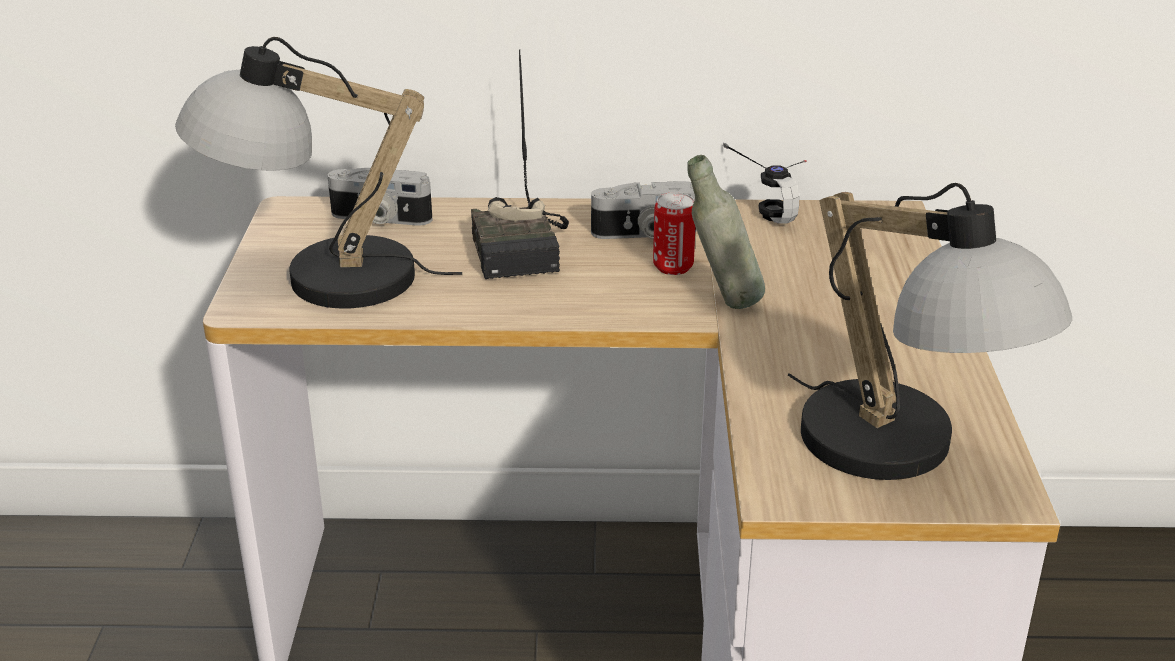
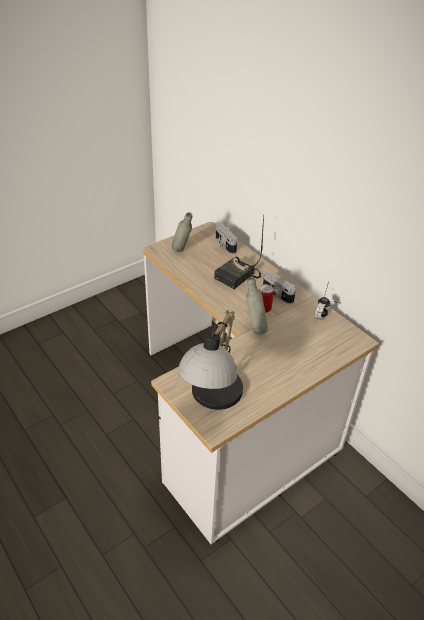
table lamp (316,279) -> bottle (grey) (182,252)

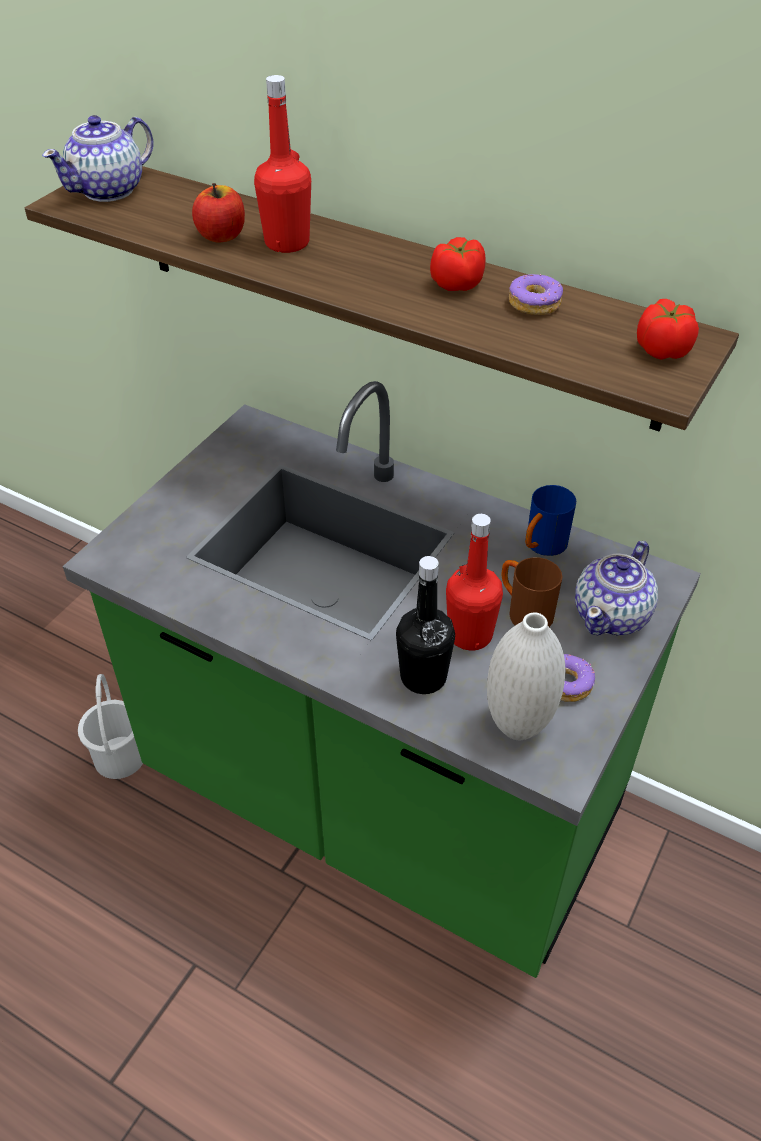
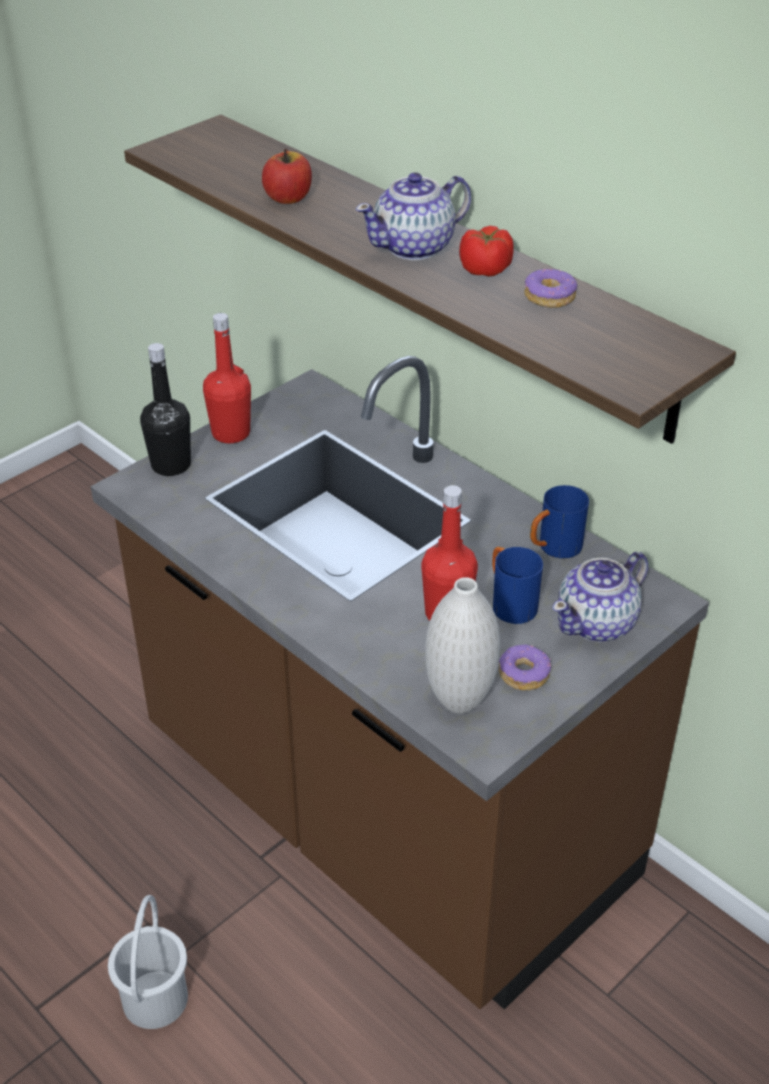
counter (green) (380,799) -> counter (brown) (384,812)
bucket (white) (120,756) -> bucket (white) (156,998), relocated
bottle (black) (423,677) -> bottle (black) (171,465), relocated
bottle (red) (287,243) -> bottle (red) (231,433), relocated
teapot (109,190) -> teapot (415,247), relocated
mug (brown) (523,611) -> mug (blue) (509,603)
tomato (662,350) -> none

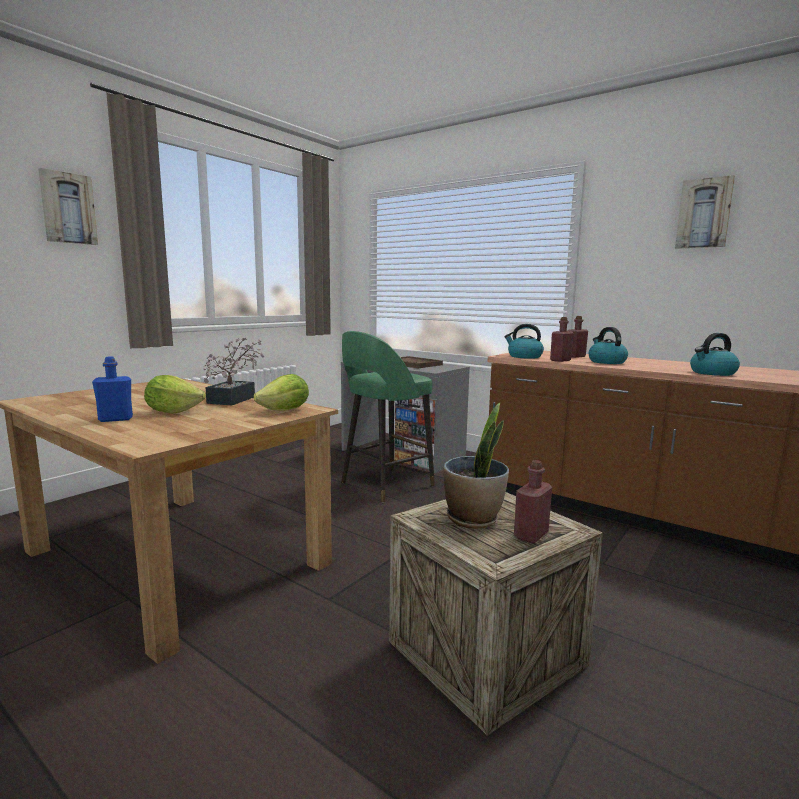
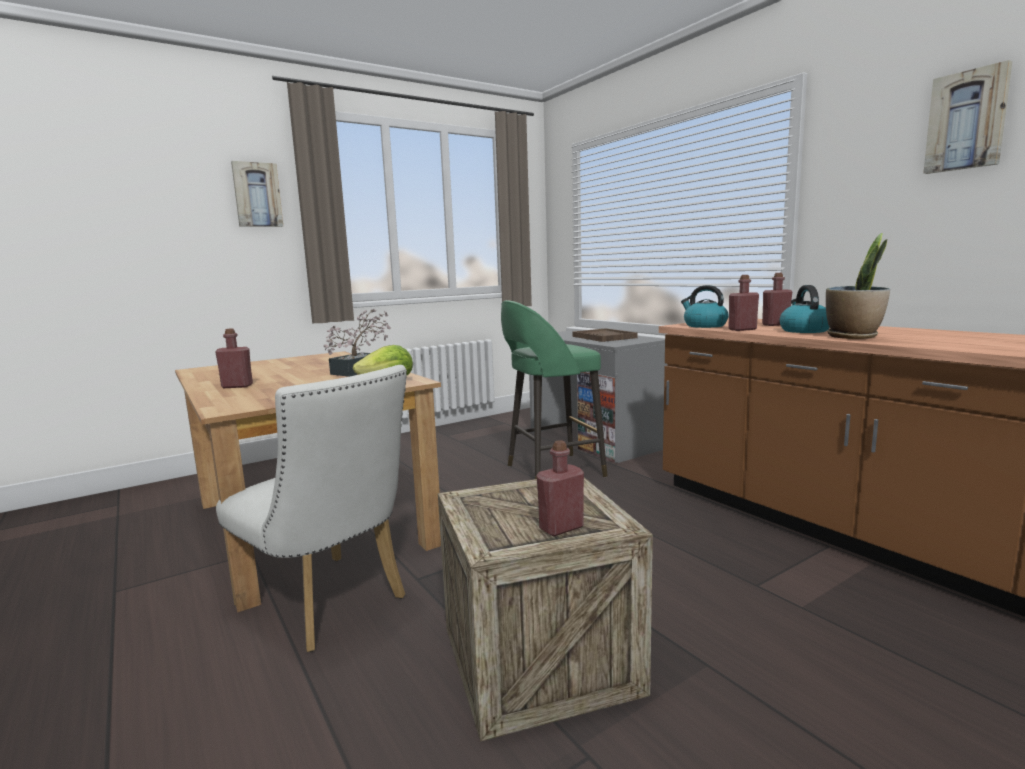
bottle (blue) (115,419) -> bottle (red) (237,386)
none -> chair (white) (330,605)
potted plant (473,519) -> potted plant (853,336), relocated
lettuce (173,411) -> none
kettle (712,373) -> none

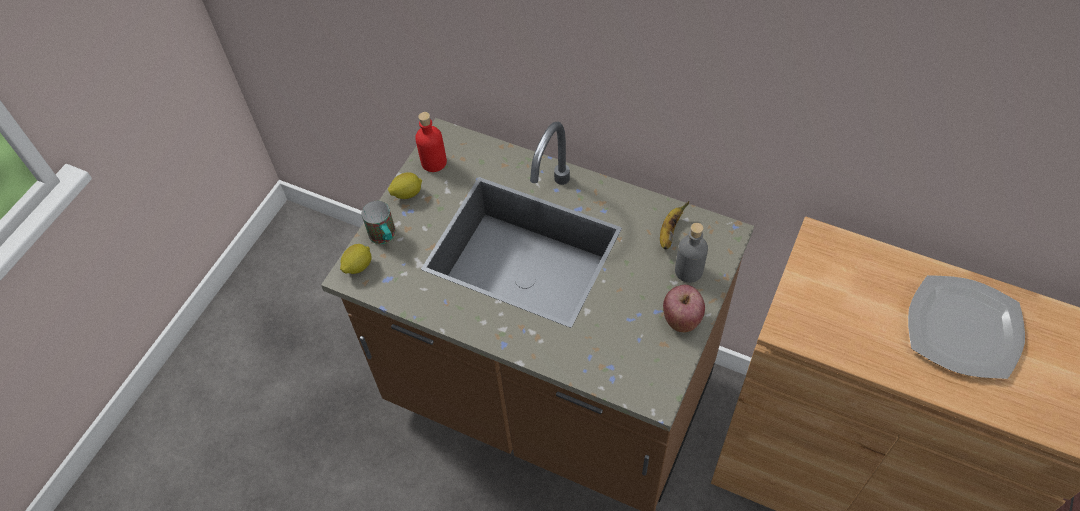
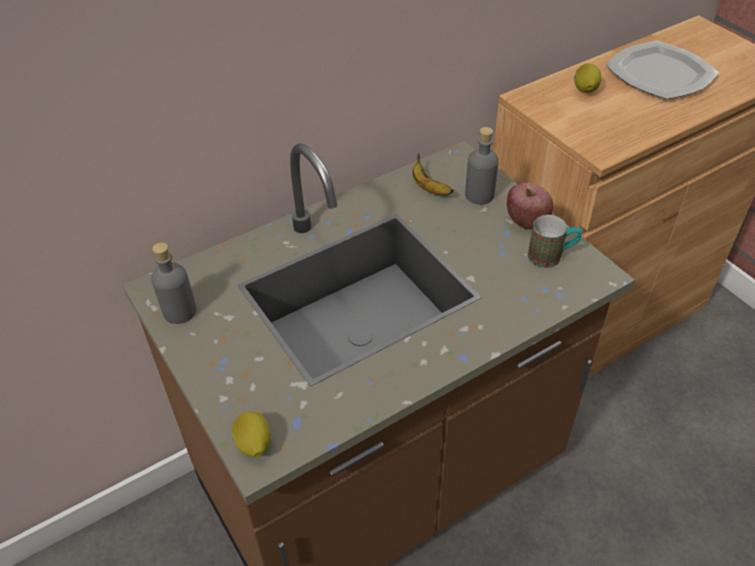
bottle (red) (433,162) -> bottle (grey) (179,311)
mug (385,237) -> mug (551,257), relocated
lemon (407,193) -> lemon (585,90), relocated

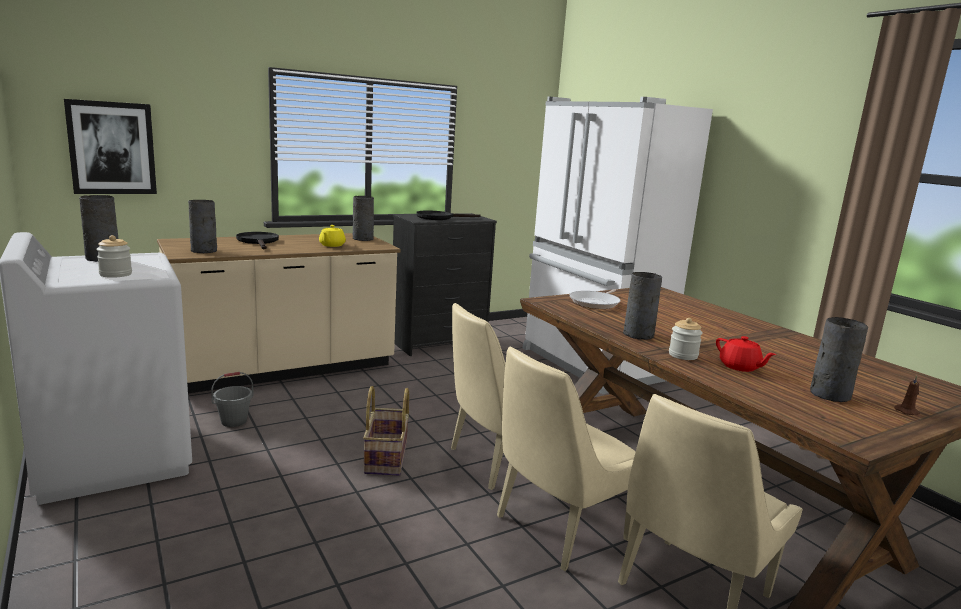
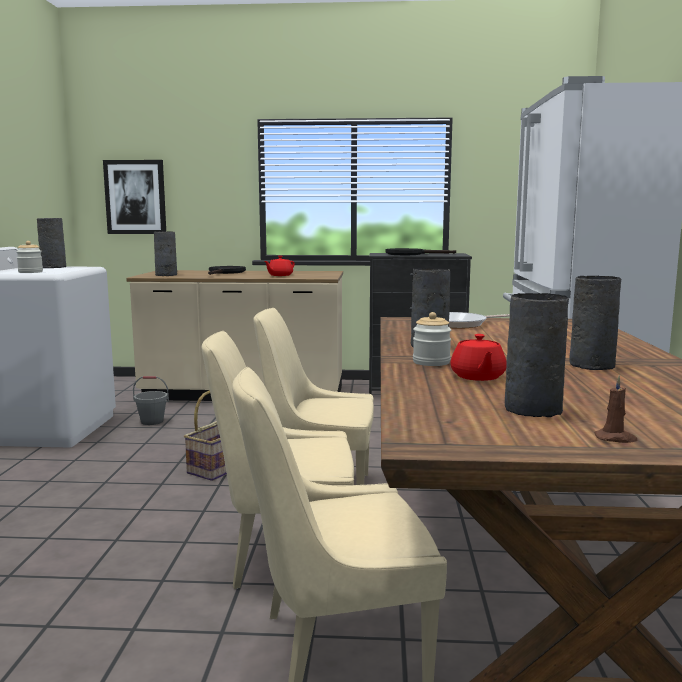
teapot (yellow) (331,245) -> teapot (red) (279,275)
vase (grey) (363,239) -> vase (grey) (593,365), relocated

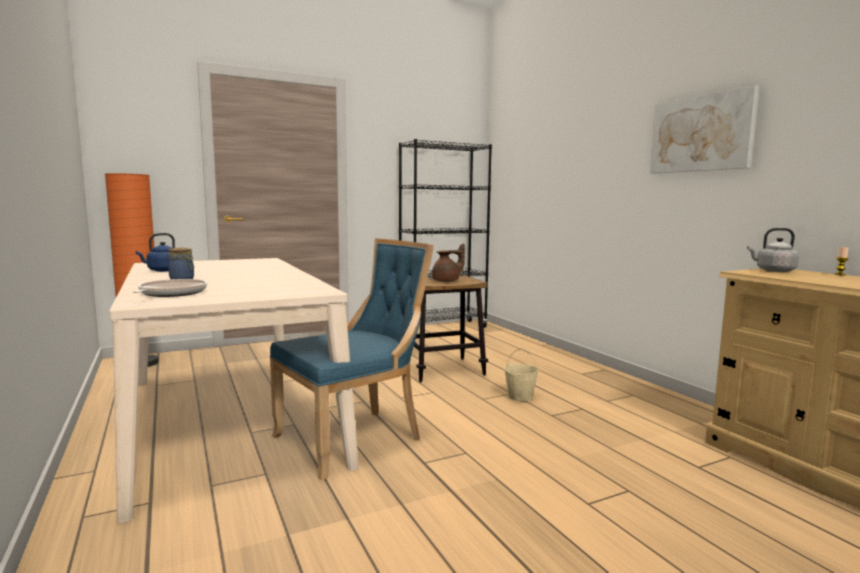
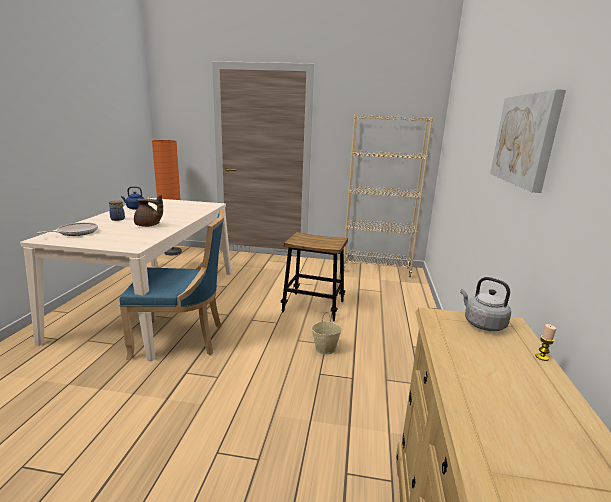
teapot (brown) (447,281) -> teapot (brown) (148,225), relocated
bookcase (black) (443,328) -> bookcase (beige) (376,269)

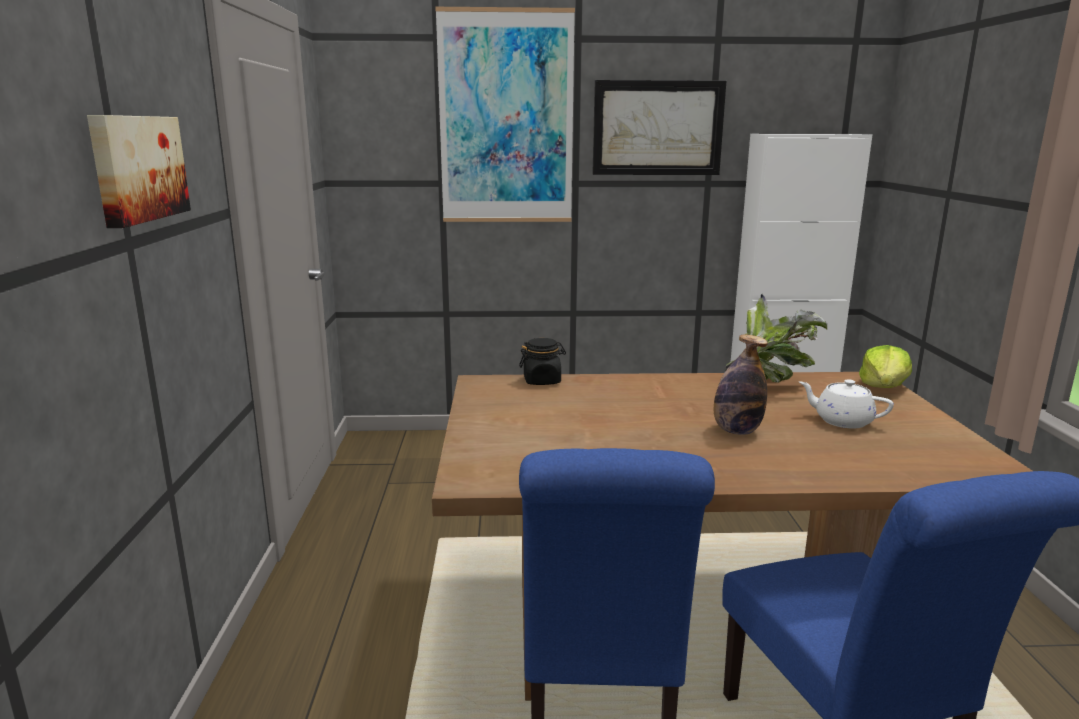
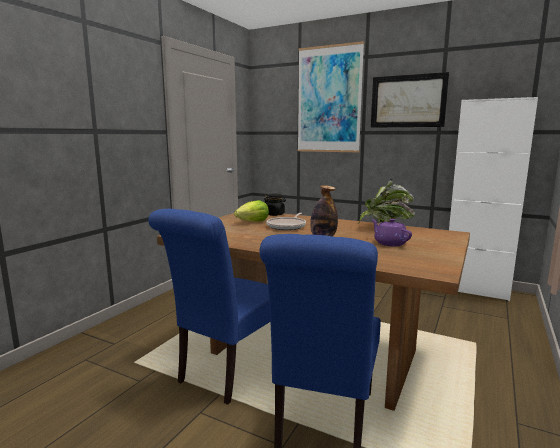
lettuce (883,387) -> lettuce (253,222), relocated
none -> frying pan (287,226)
teapot (white) (842,421) -> teapot (purple) (389,243)
picture (137,168) -> none

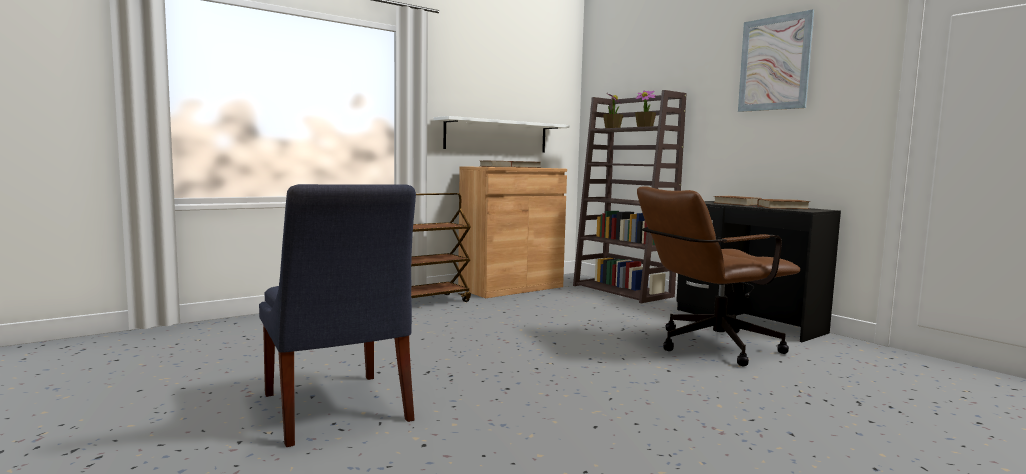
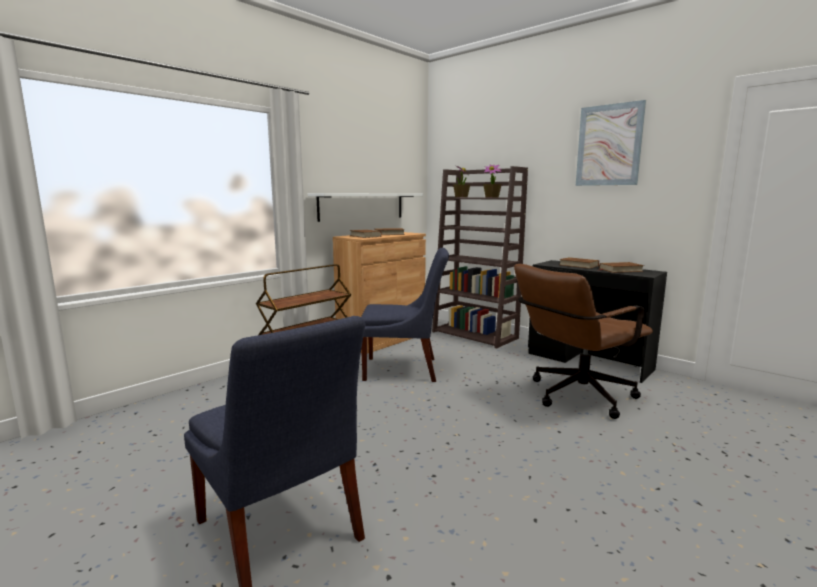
none -> chair (blue) (405,369)

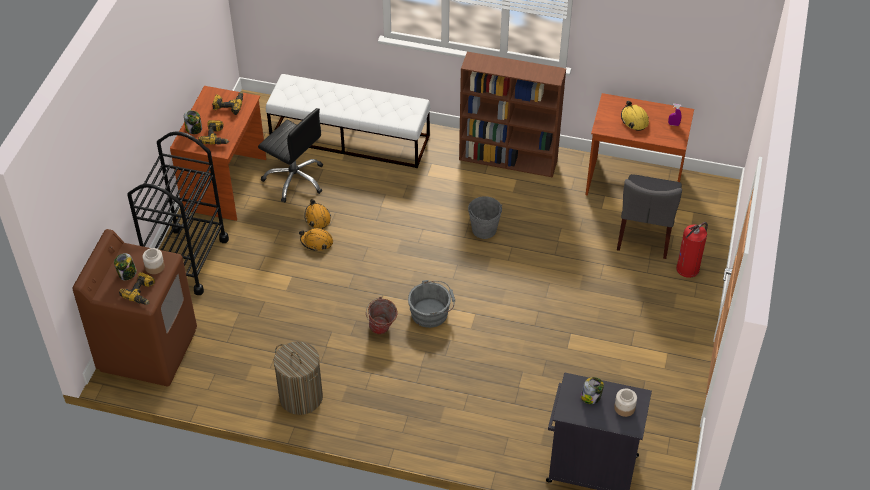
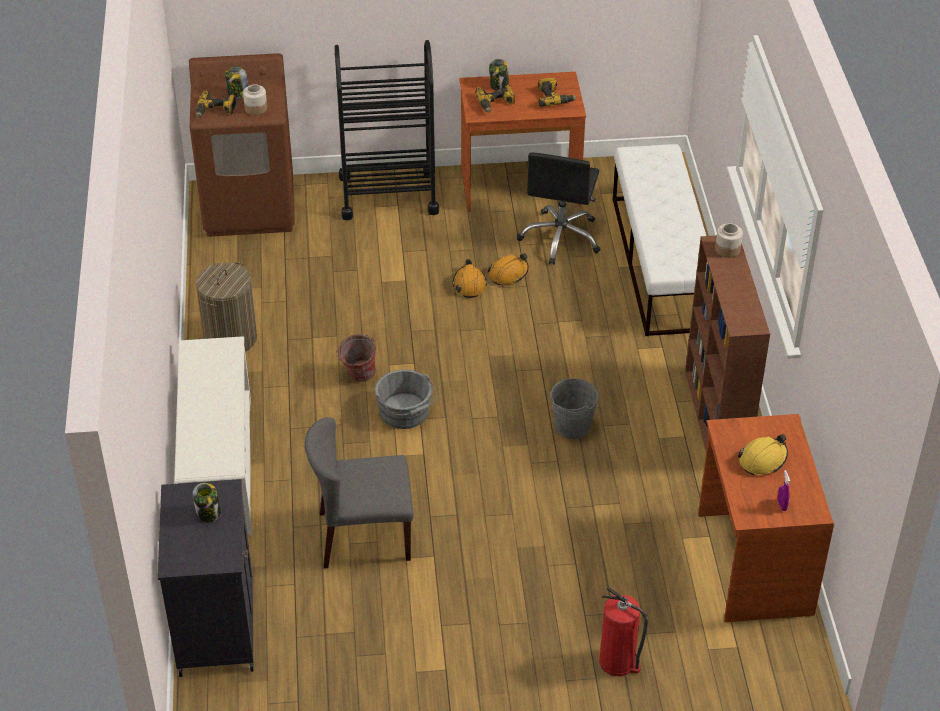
none -> shoe rack (white) (219,467)
chair (grey) (645,234) -> chair (grey) (363,537), relocated
jar (624,408) -> jar (727,249), relocated

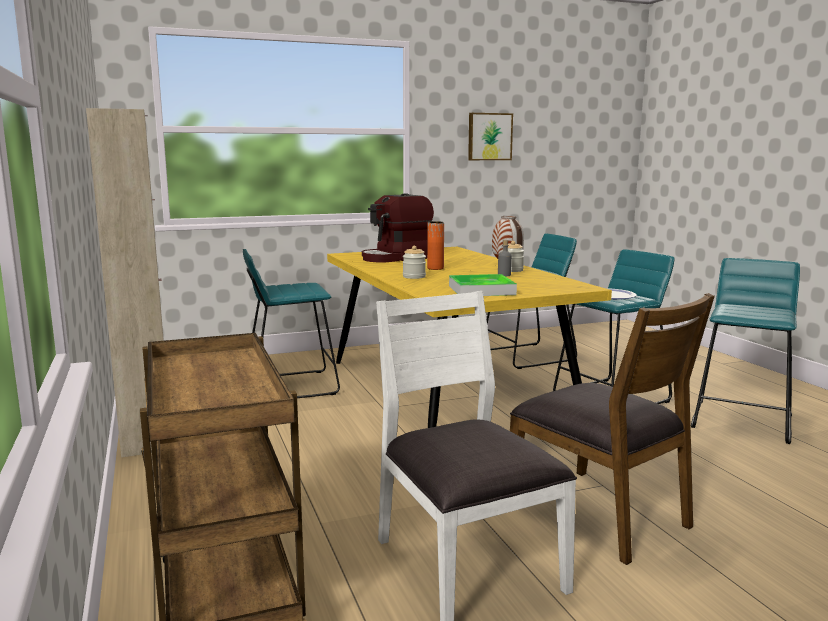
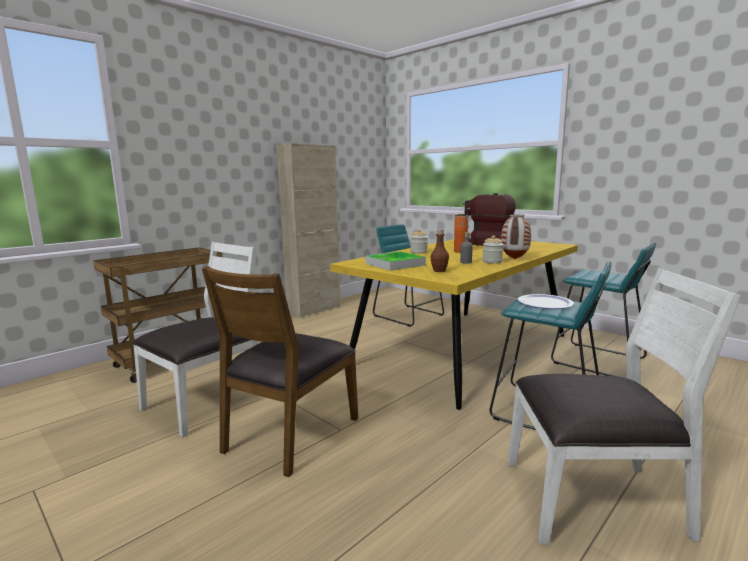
none -> bottle (brown) (439,271)
stool (turquoise) (742,420) -> chair (white) (594,499)
picture (489,136) -> none

